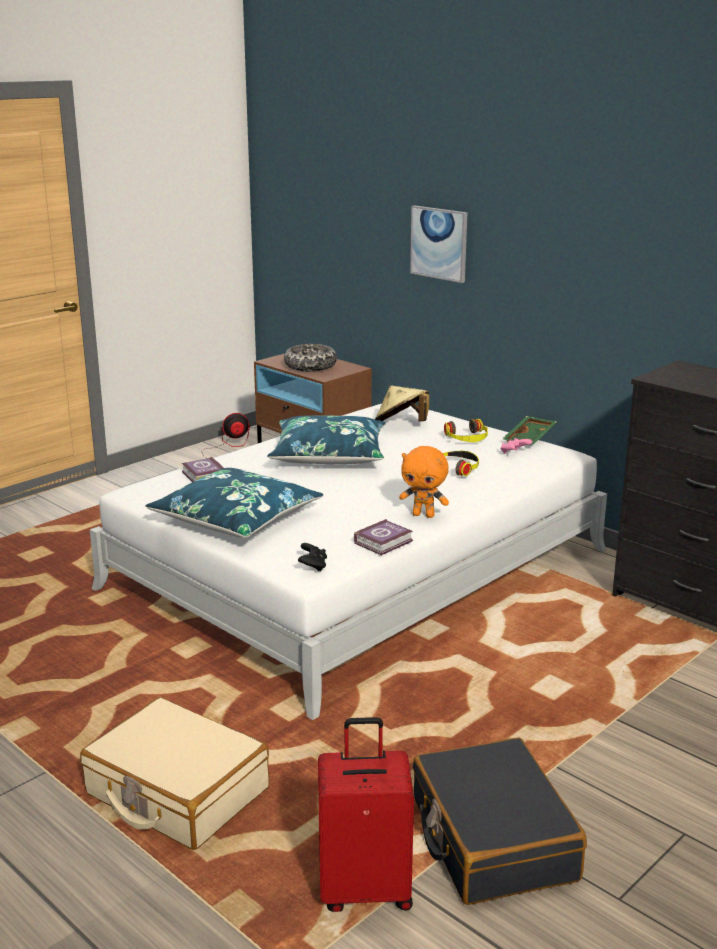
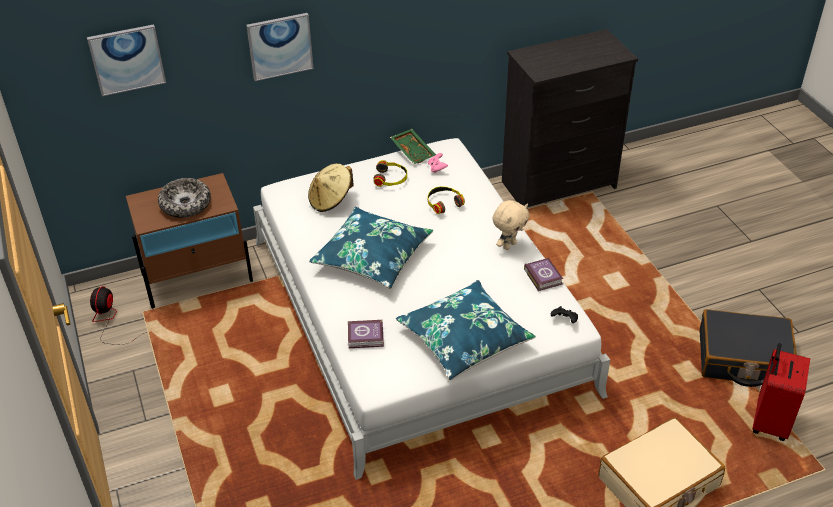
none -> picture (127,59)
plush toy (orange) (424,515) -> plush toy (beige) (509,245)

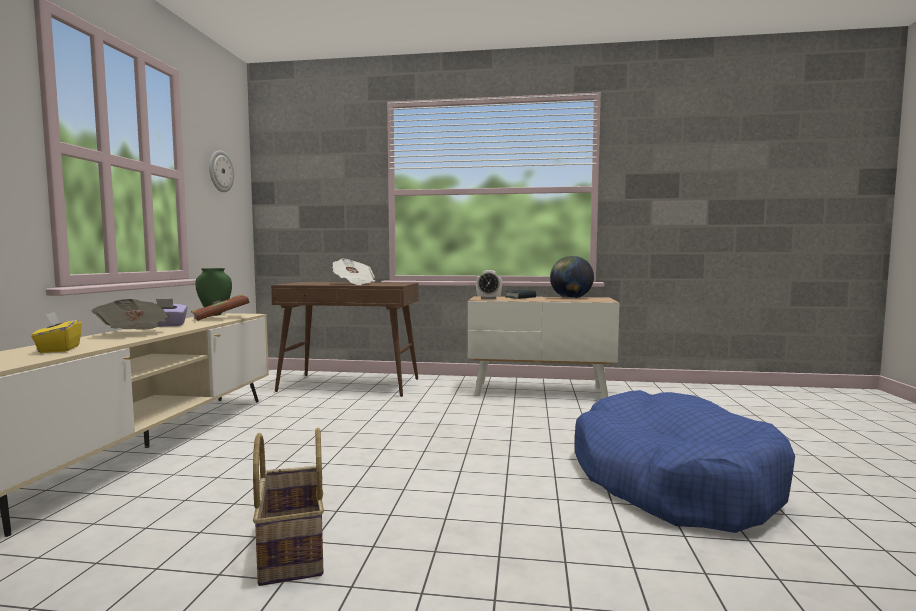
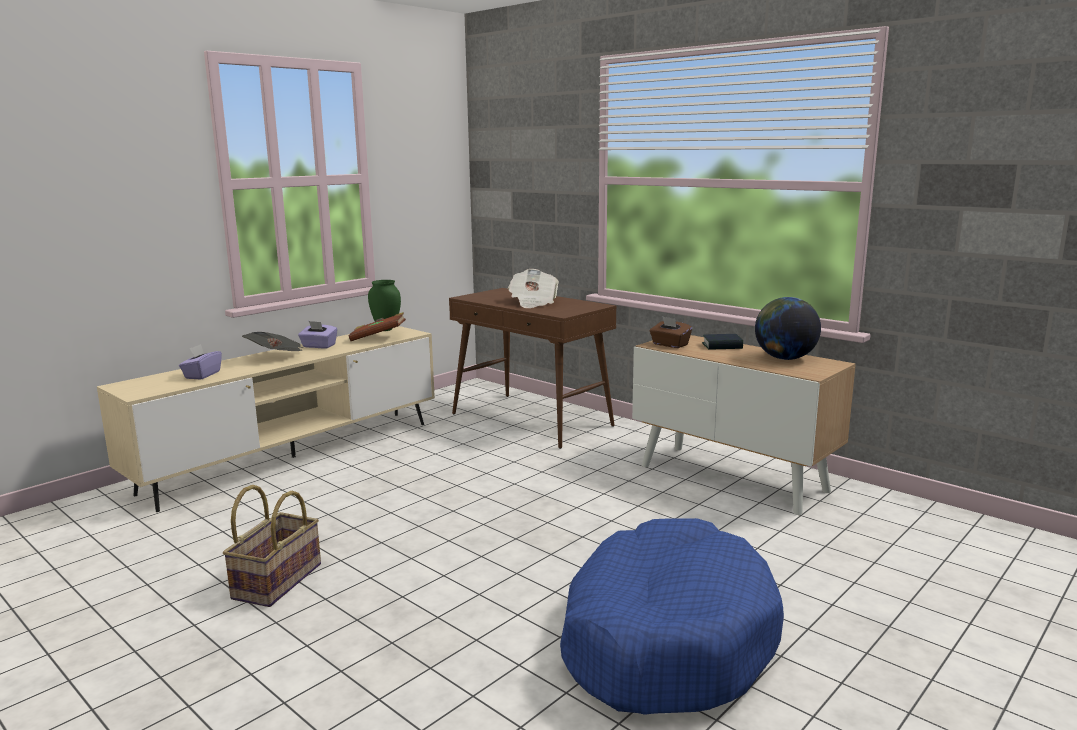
tissue box (yellow) (58,349) -> tissue box (purple) (202,375)
alarm clock (488,298) -> tissue box (brown) (670,345)
wall clock (220,171) -> none

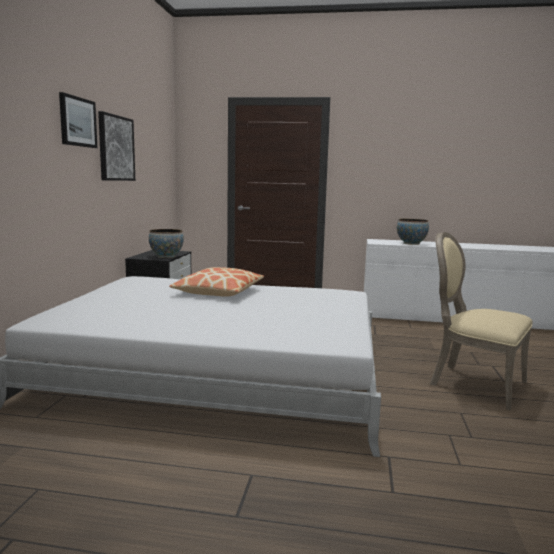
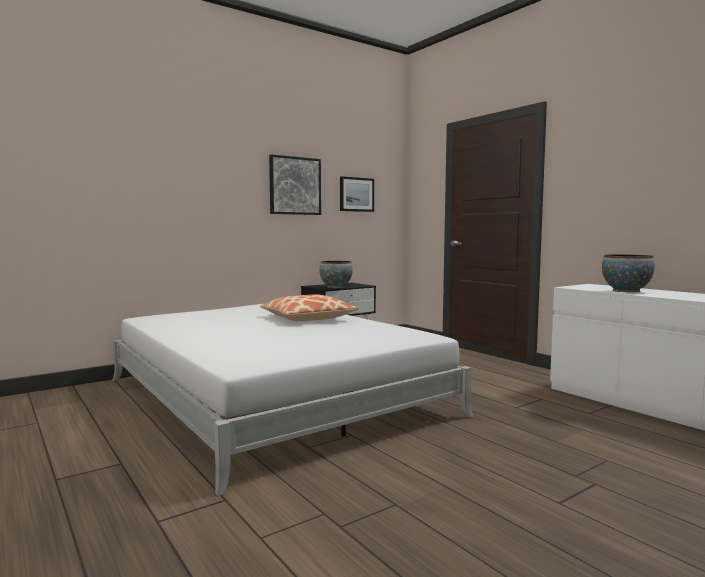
picture (77,122) -> picture (356,194), relocated
chair (beige) (473,383) -> none

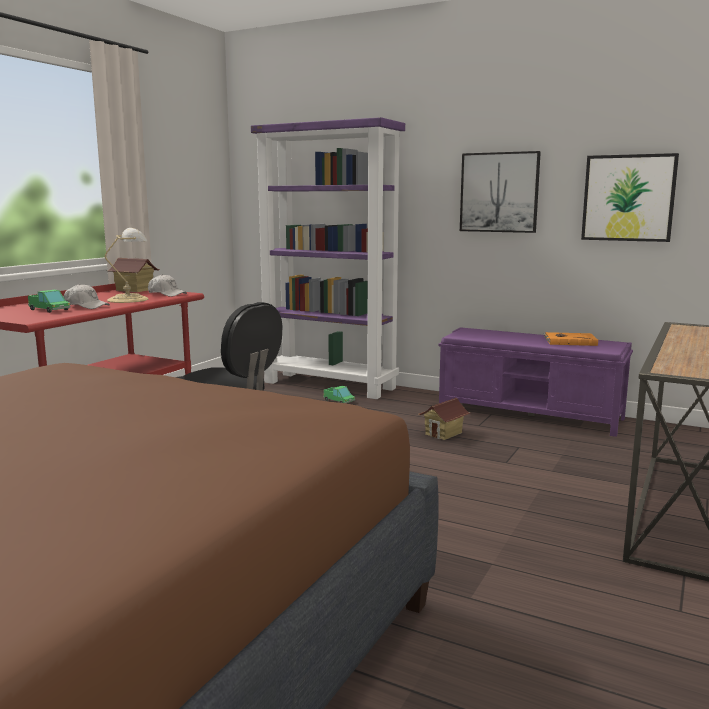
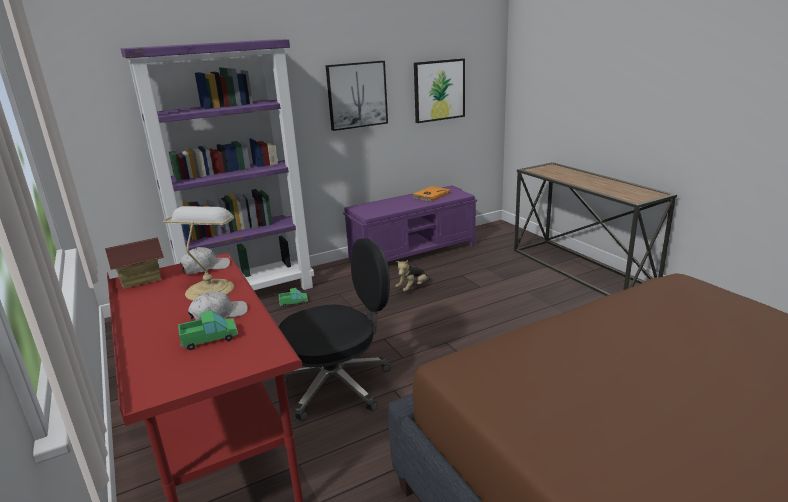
toy house (444,434) -> plush toy (413,288)

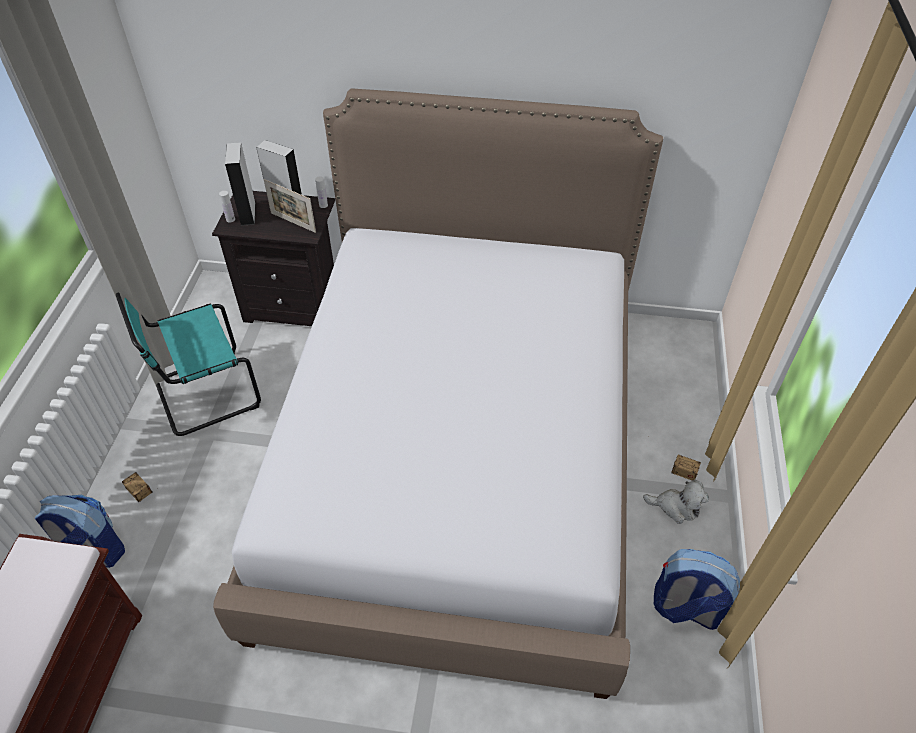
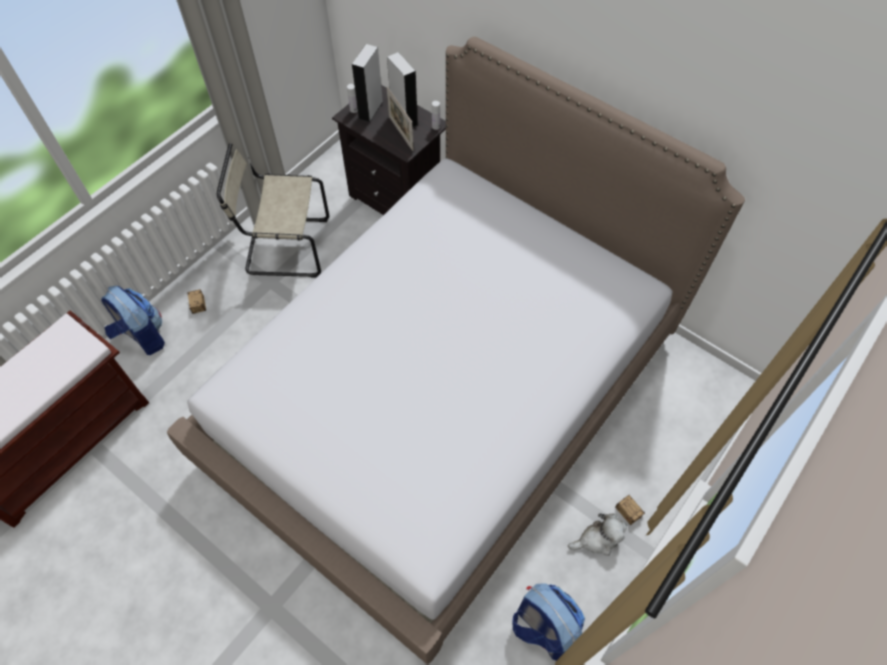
chair (turquoise) (203,394) -> chair (beige) (284,246)
plush toy (676,507) -> plush toy (598,539), 60 degrees counterclockwise

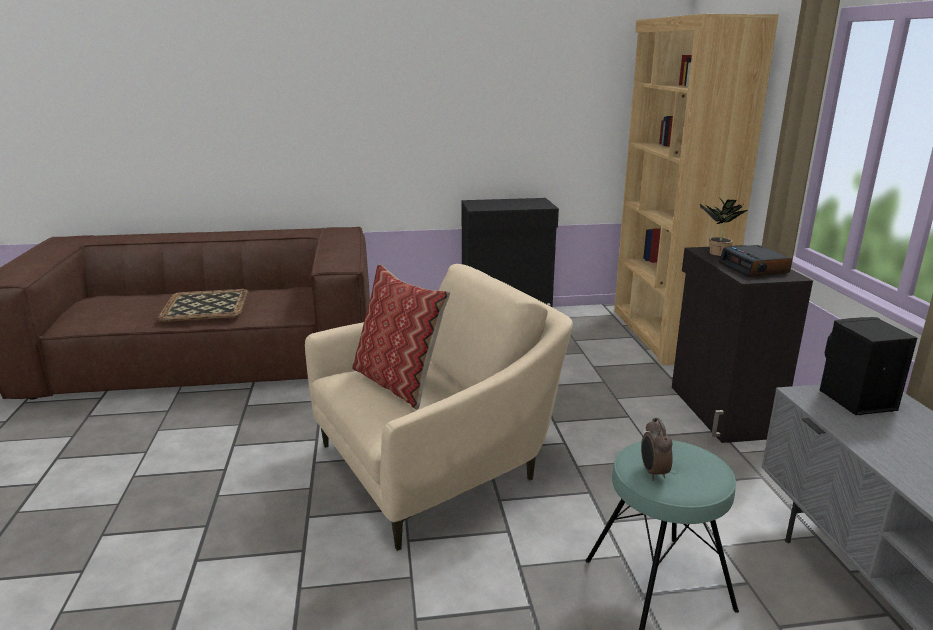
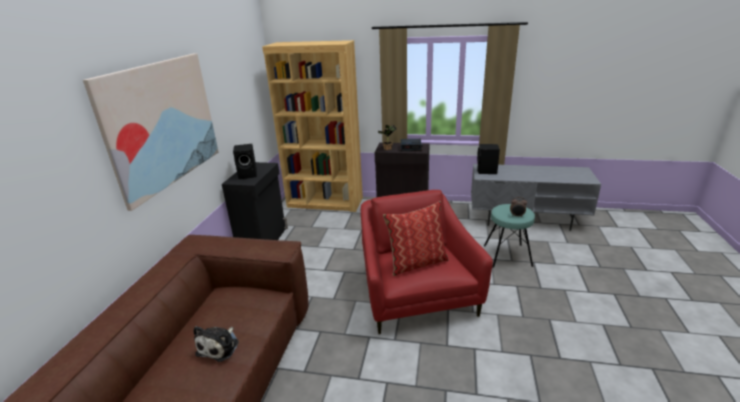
none -> picture (163,124)
tray (206,306) -> plush toy (220,346)
none -> speaker (black) (248,174)
armchair (beige) (437,466) -> armchair (red) (415,293)

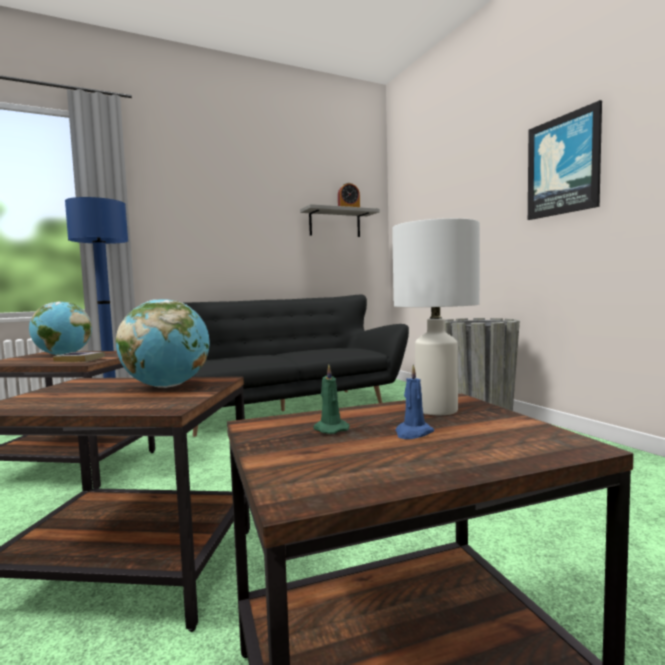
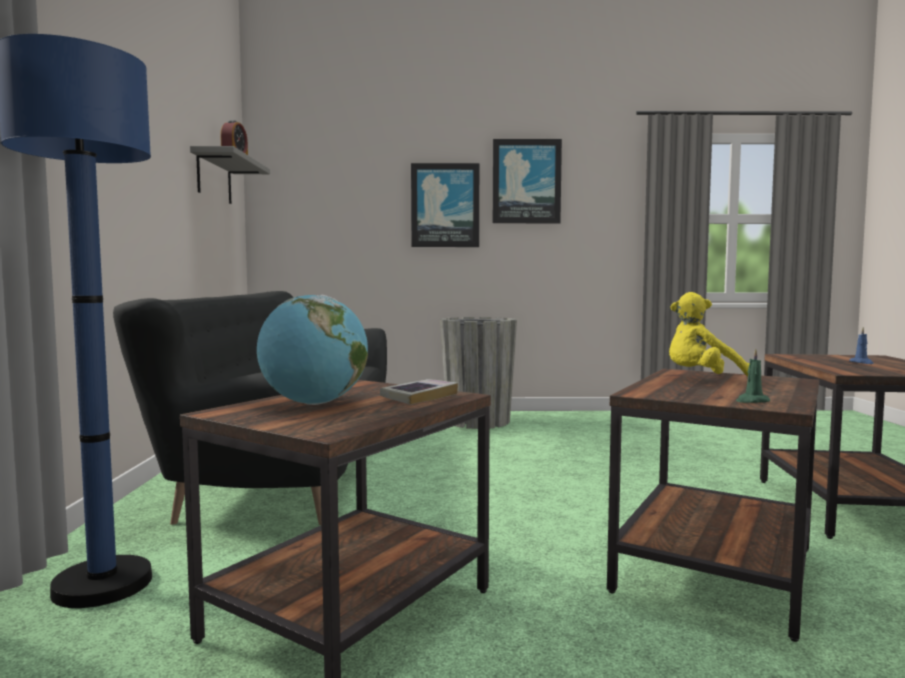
none -> picture (445,205)
globe (167,386) -> plush toy (yellow) (702,379)
candle (green) (329,429) -> candle (green) (752,401), relocated
table lamp (white) (436,410) -> none

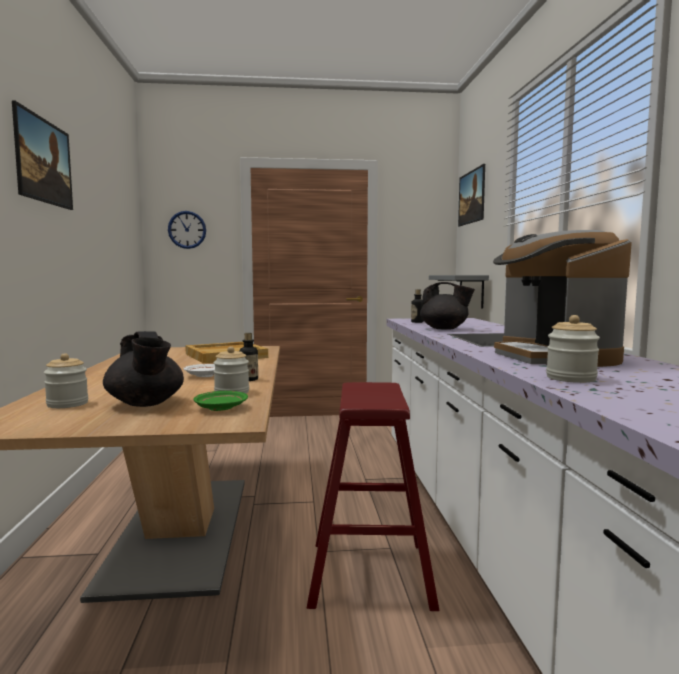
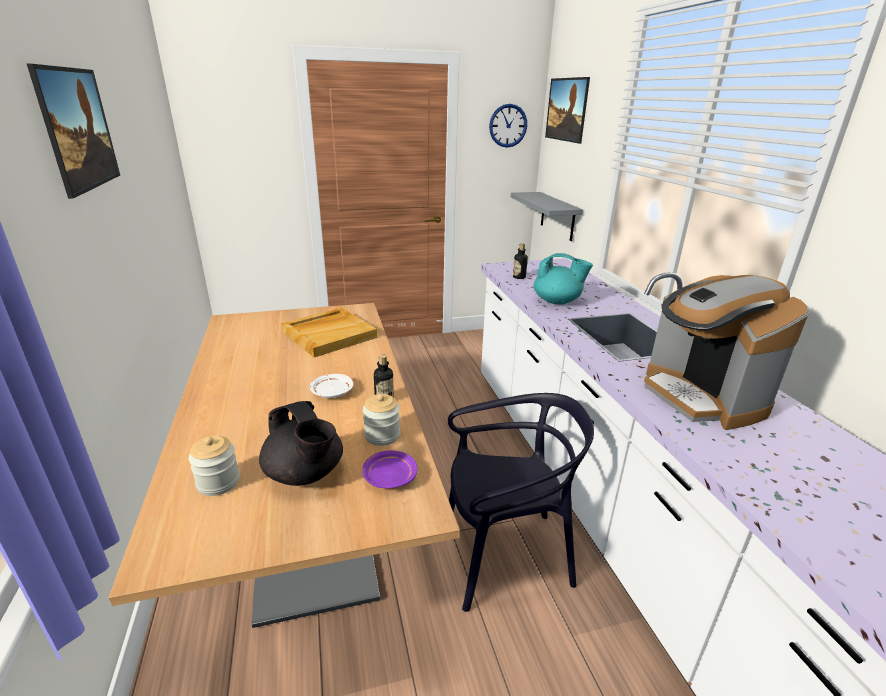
plate (green) (220,408) -> plate (purple) (389,477)
stool (red) (370,573) -> chair (black) (504,554)
wall clock (187,229) -> wall clock (508,125), relocated
teapot (black) (444,329) -> teapot (turquoise) (557,301)
jar (571,378) -> none

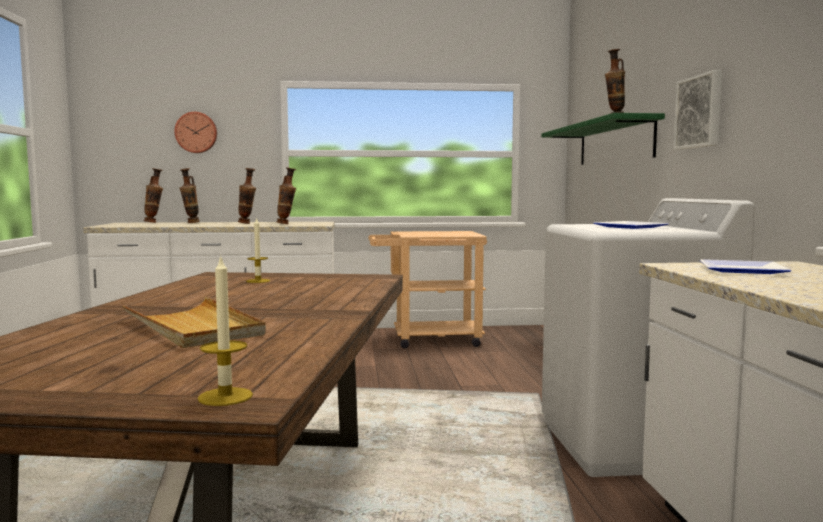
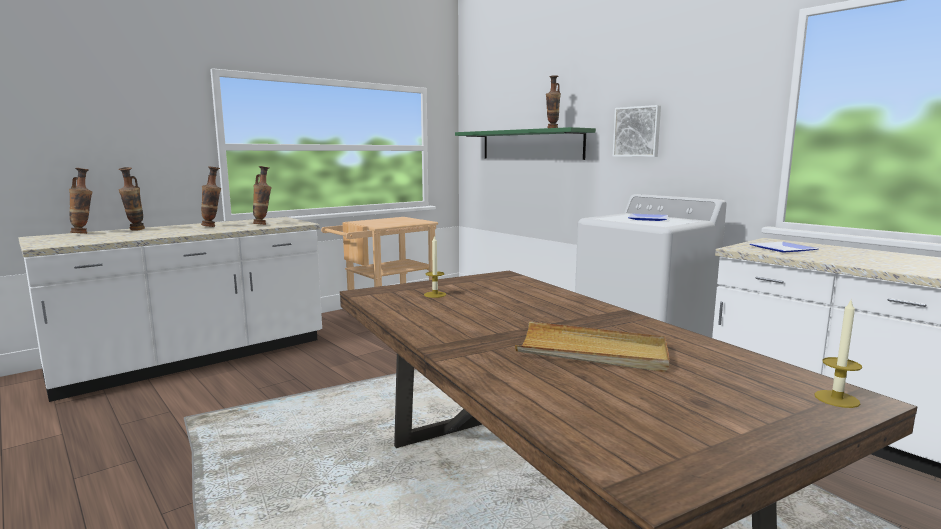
wall clock (196,132) -> none

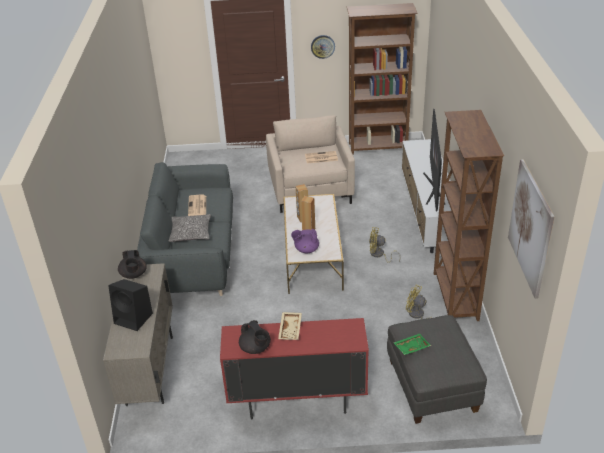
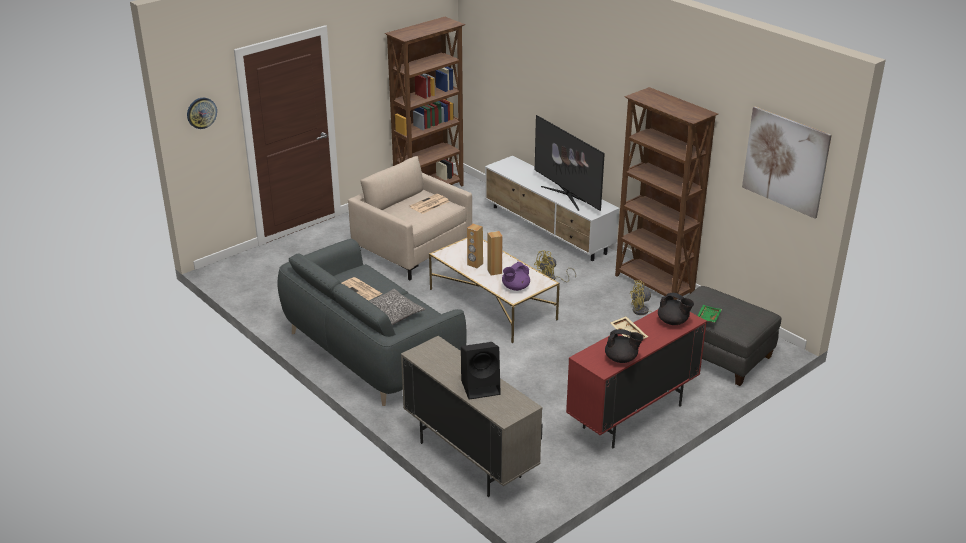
wall clock (322,46) -> wall clock (201,113), relocated
teapot (black) (133,275) -> teapot (black) (673,322), relocated

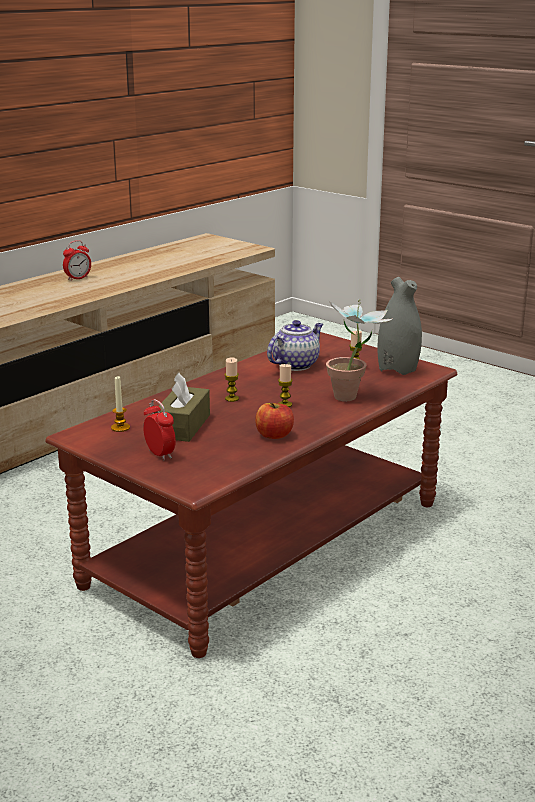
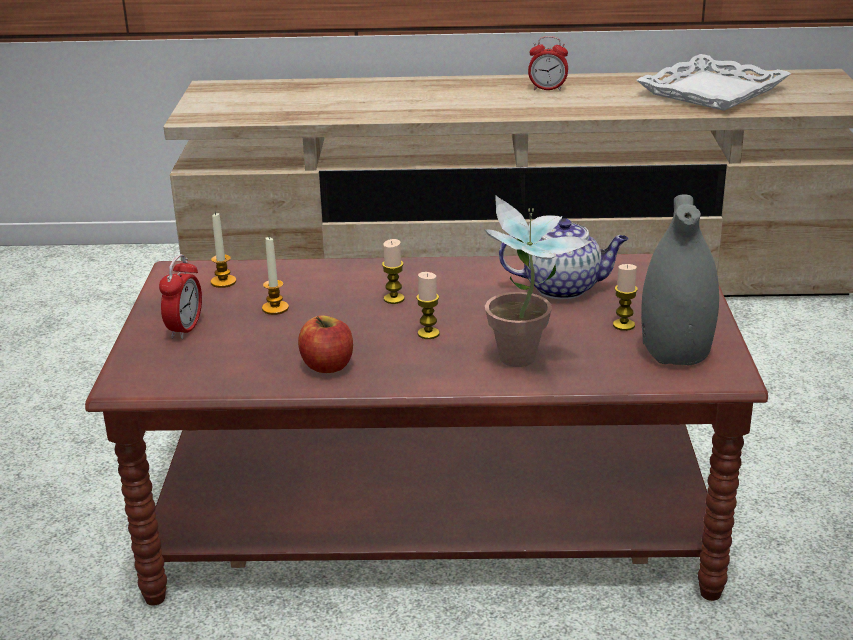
tissue box (brown) (183,426) -> candle (275,308)
none -> tray (white) (711,91)

